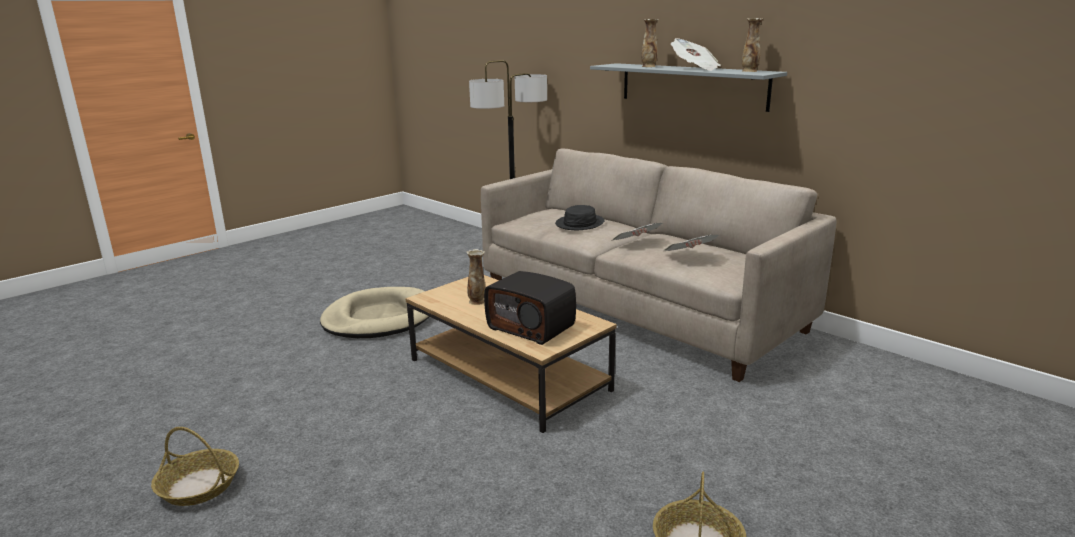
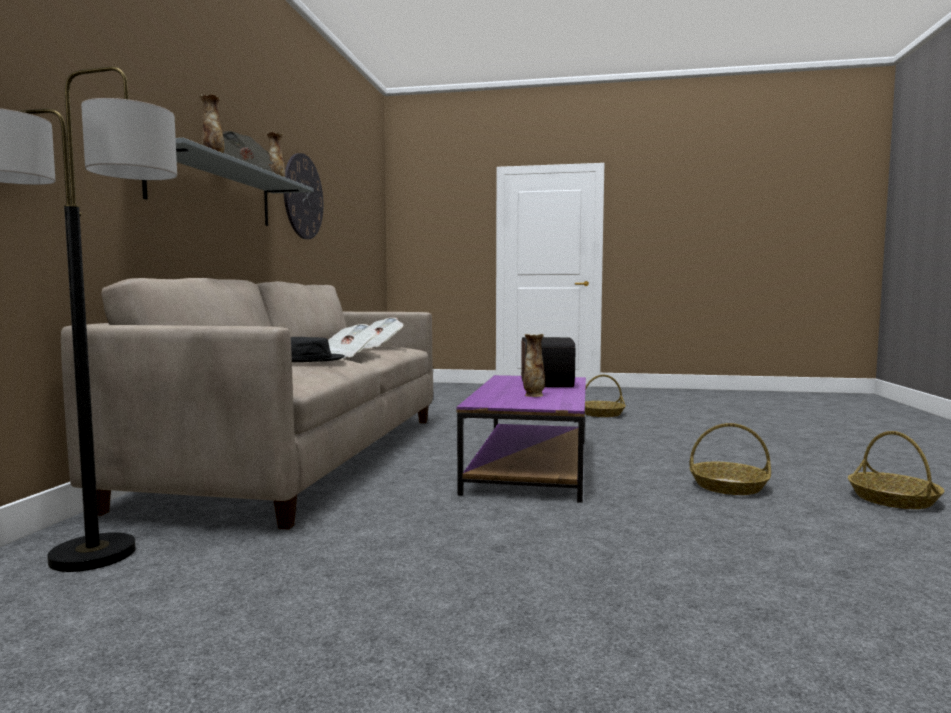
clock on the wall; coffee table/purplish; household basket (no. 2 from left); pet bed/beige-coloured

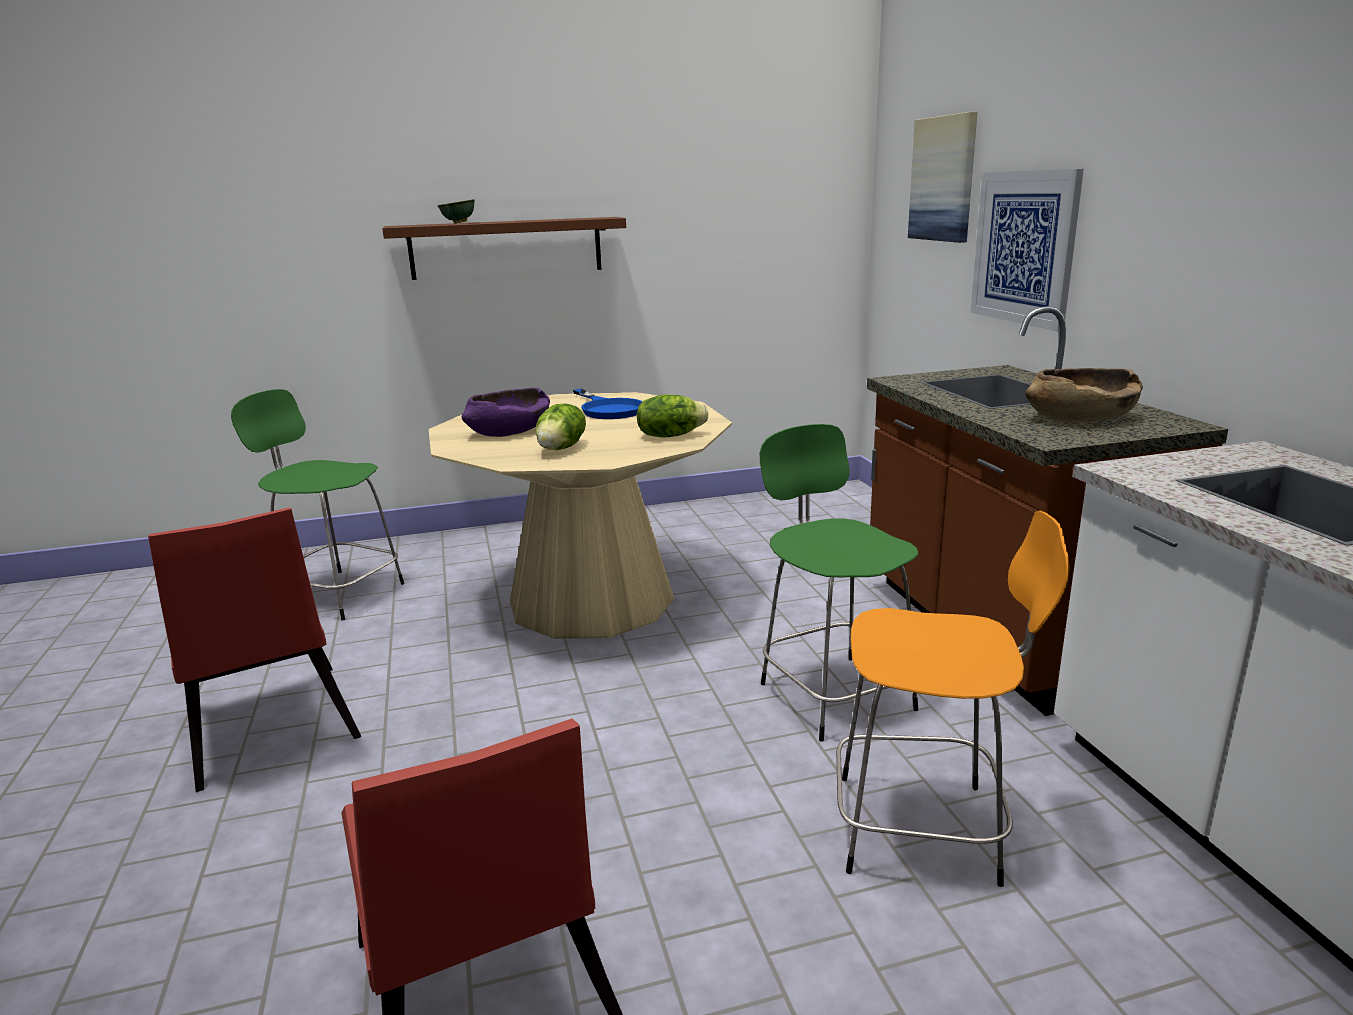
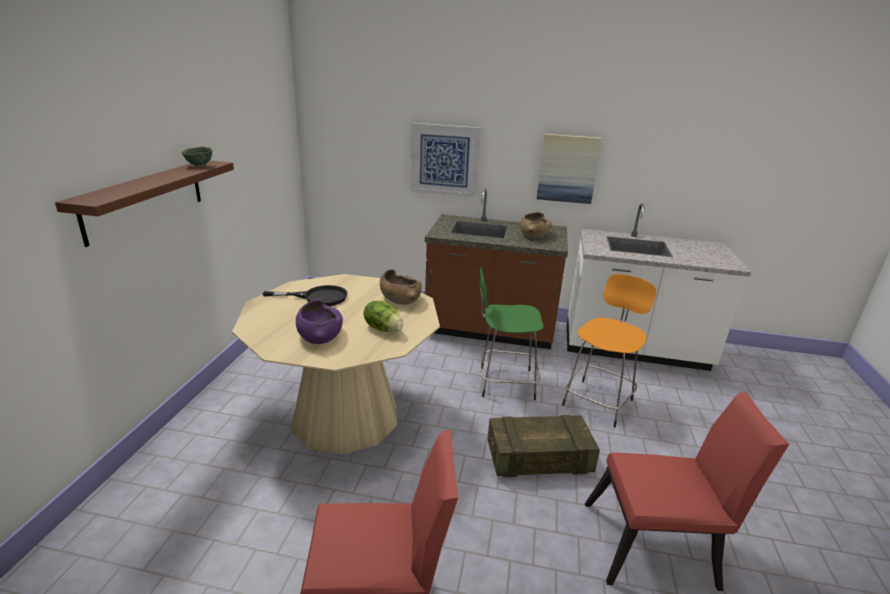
serving bowl/green; pan/black; serving bowl/brownish (no. 1 from left); packing crate; wall picture (no. 2 from left); sitting stool/green (no. 1 from left in the first image)

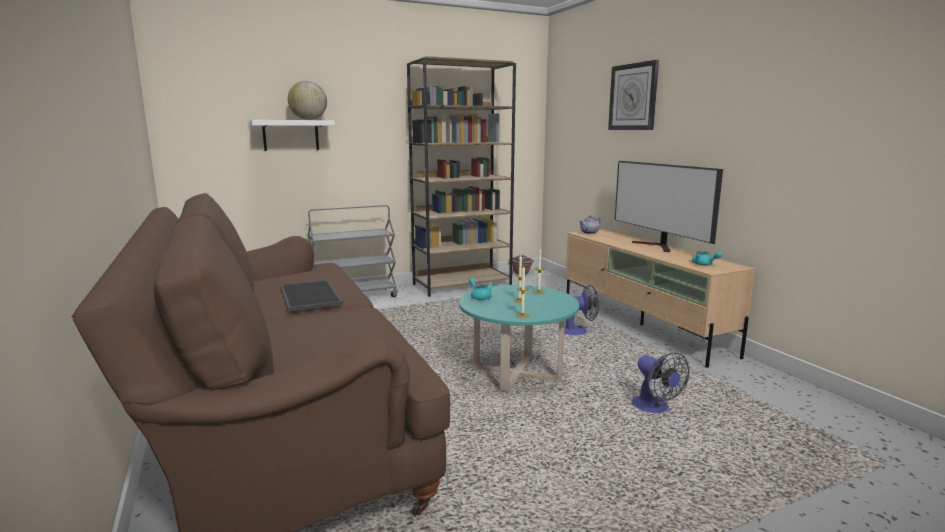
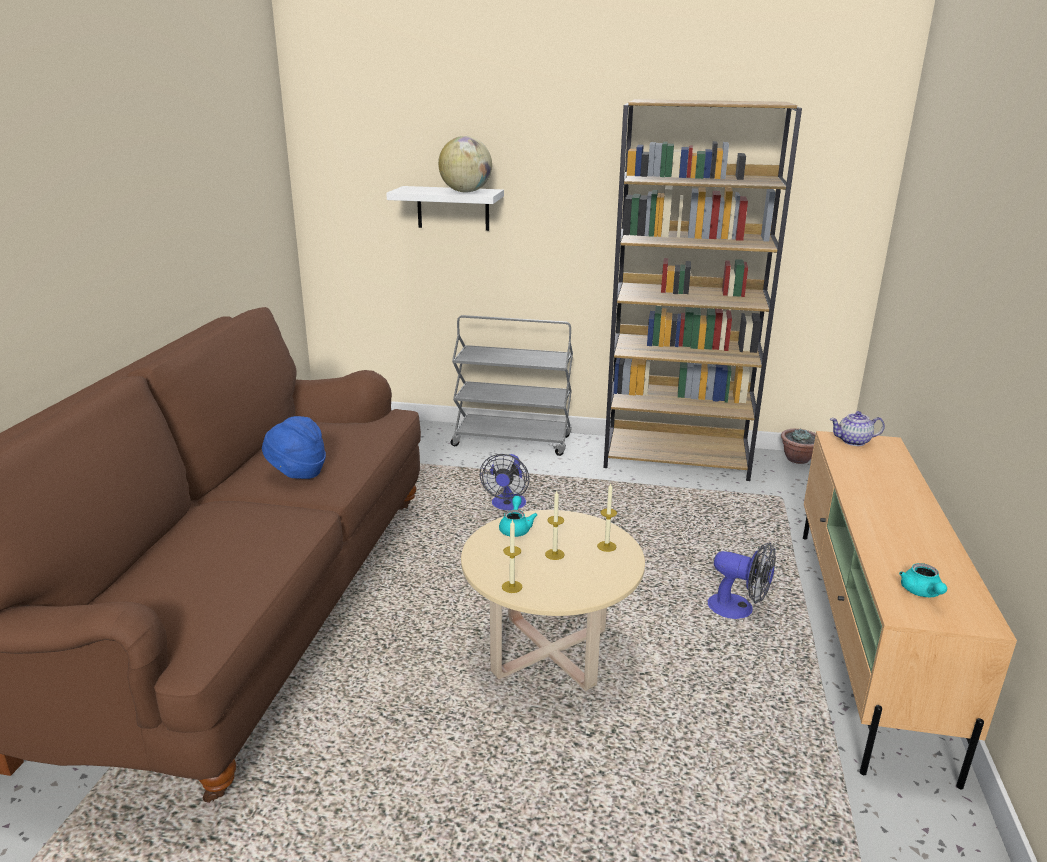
hat/bluish; coffee table/beige-coloured; electric fan (no. 1 from left); clock on the wall; TV set

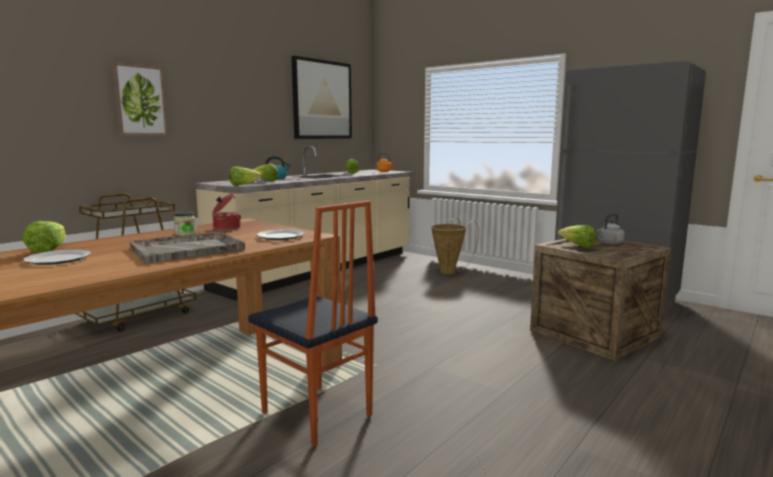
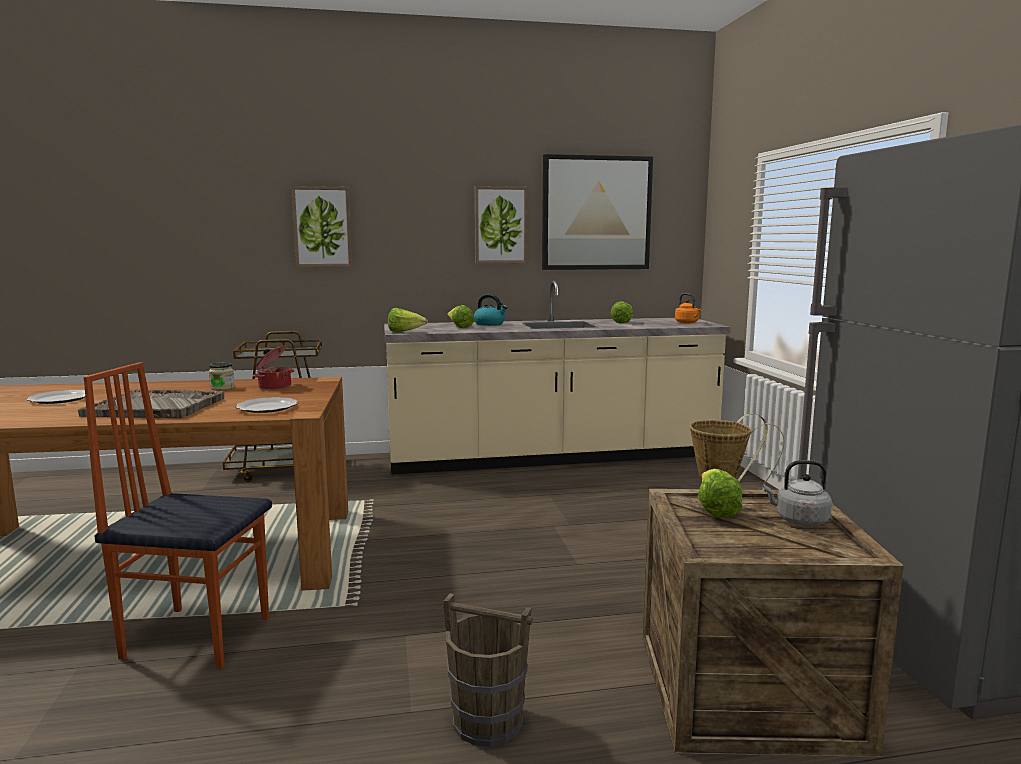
plain chair; bucket/brownish; wall picture (no. 2 from left); lettuce (no. 1 from left in the first image)

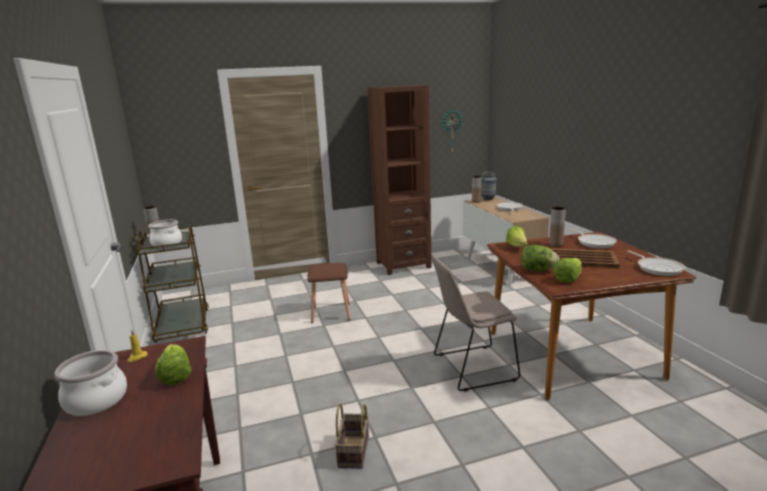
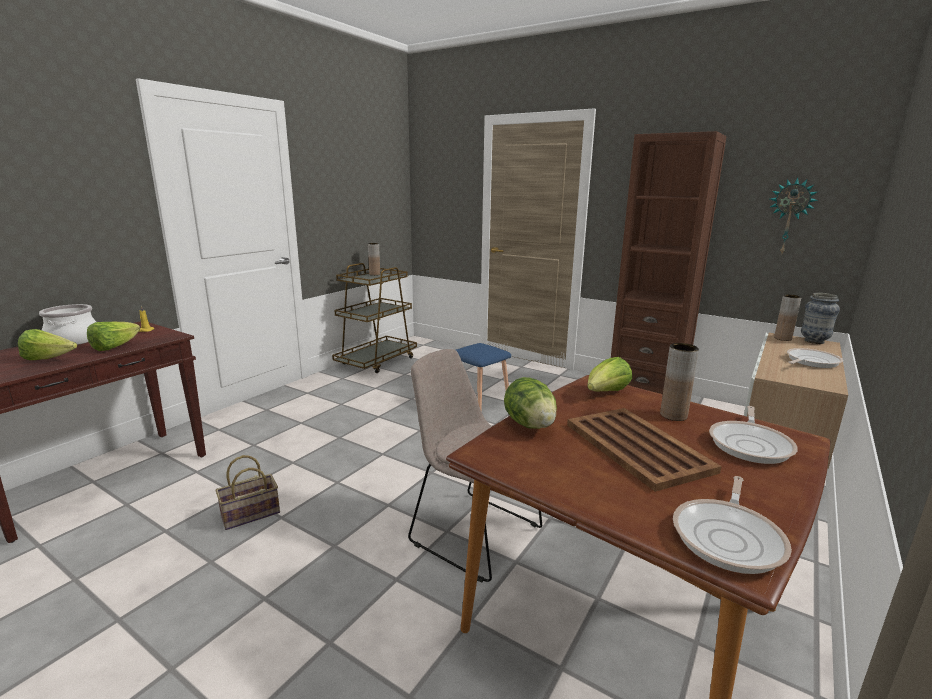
lettuce (no. 1 from left); sitting stool/bluish; stockpot (no. 2 from left in the first image)

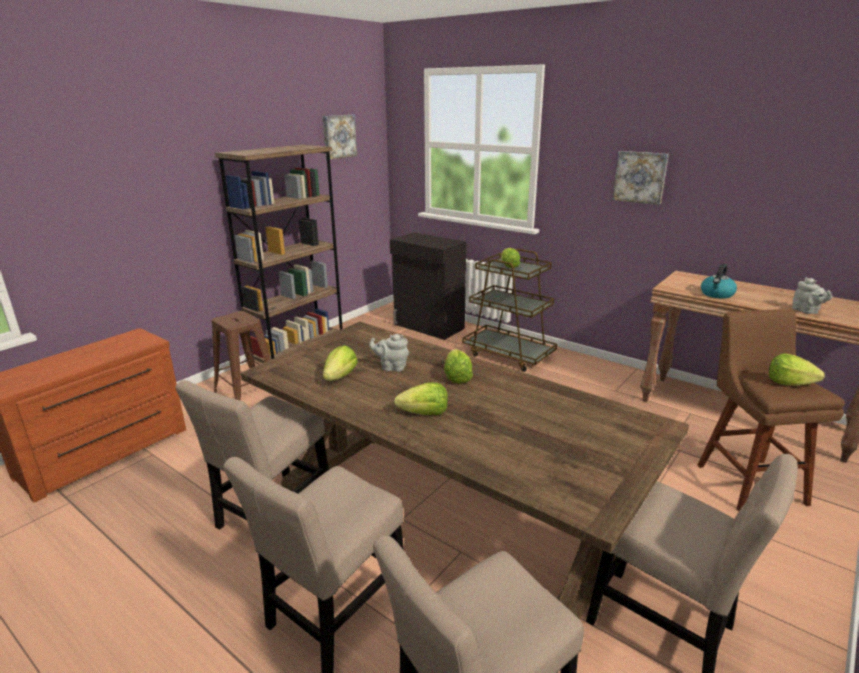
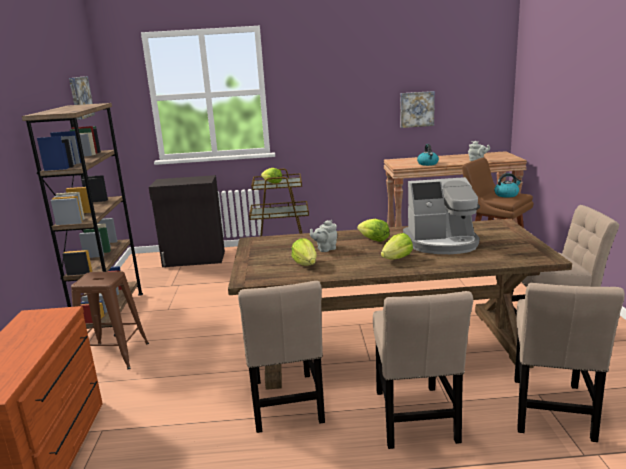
wall picture (no. 2 from left); coffee machine; water kettle (no. 2 from left)

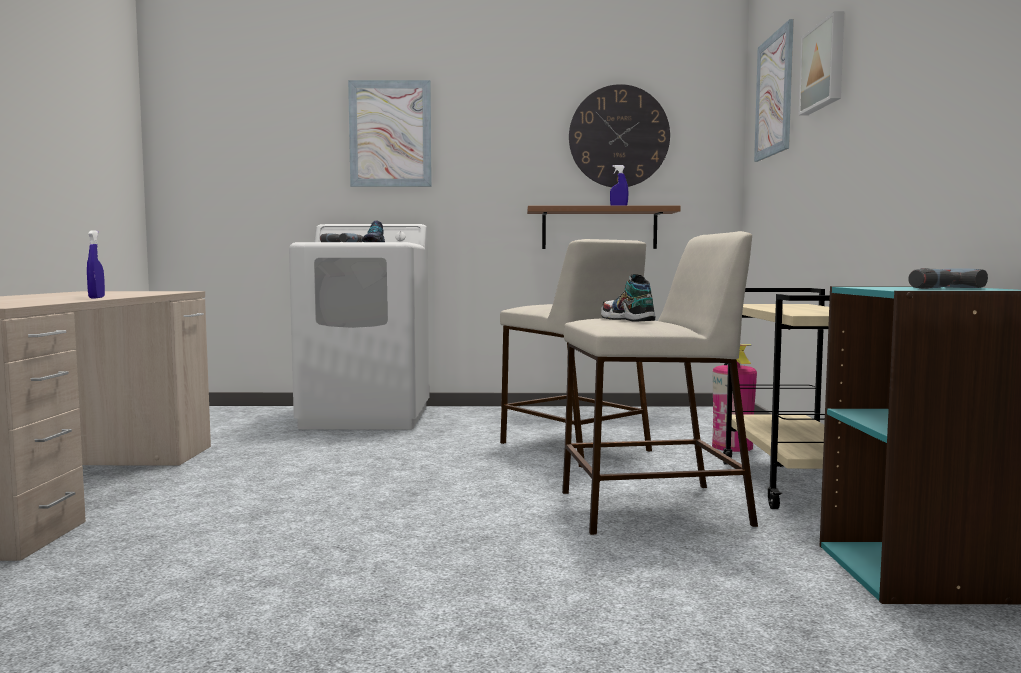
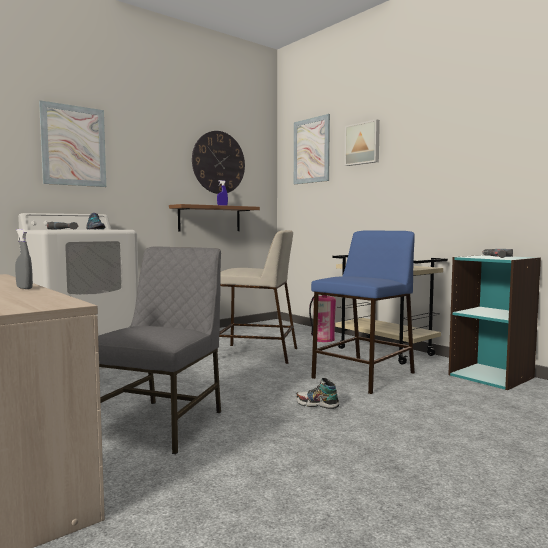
hand sprayer/grey; plain chair/grey; shoe (no. 2 from left); sitting stool/bluish

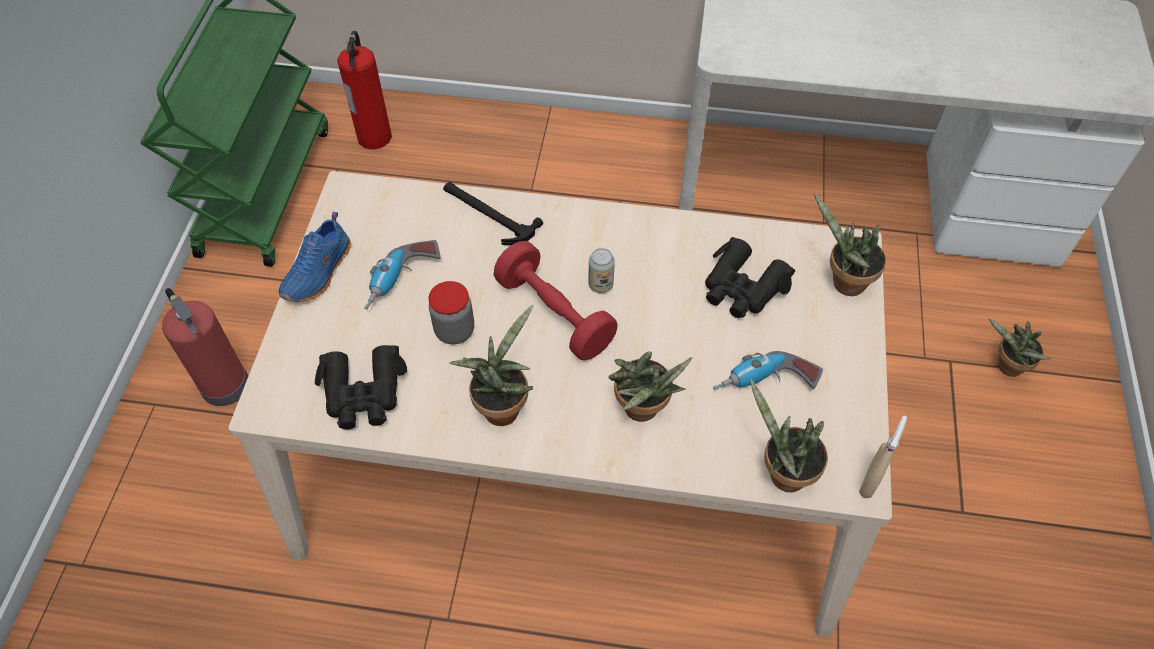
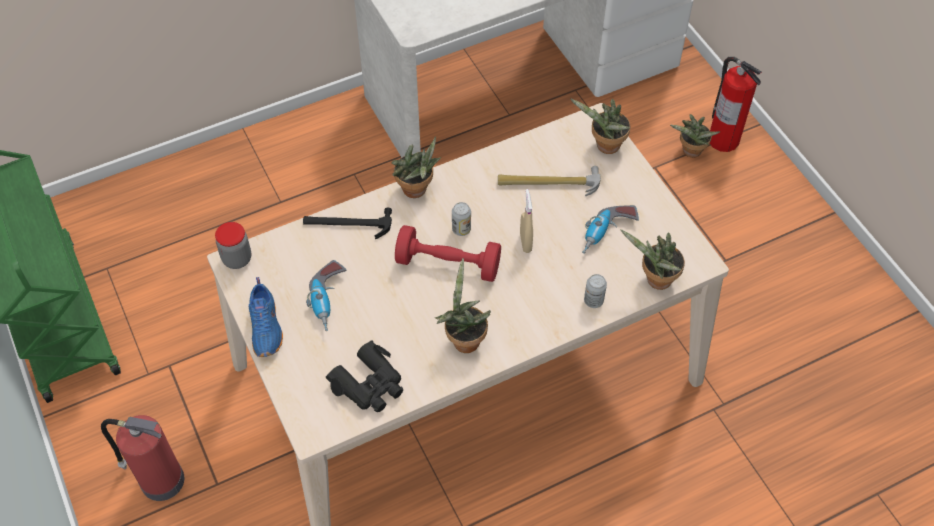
storage jar; plant in a pot (no. 1 from left); hammer (no. 2 from left); hand sprayer/beige-coloured; metal can (no. 2 from left); fire-fighting cylinder (no. 2 from left)

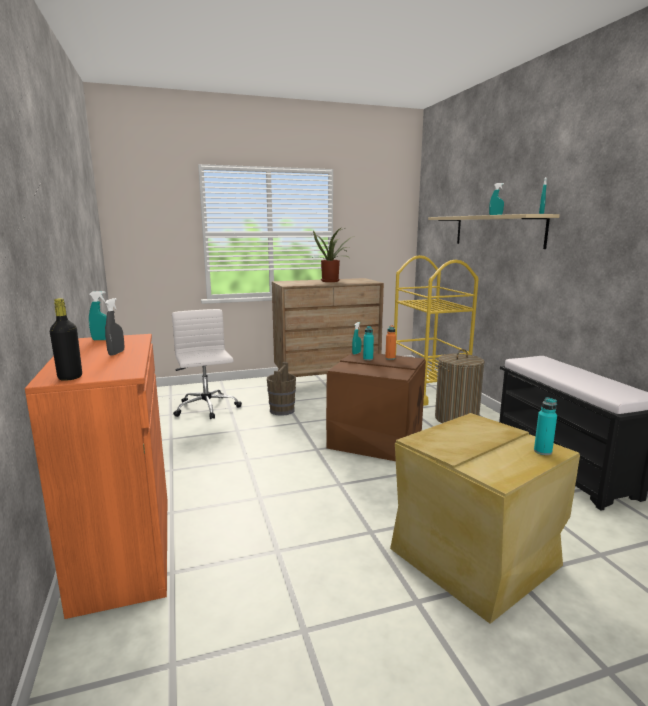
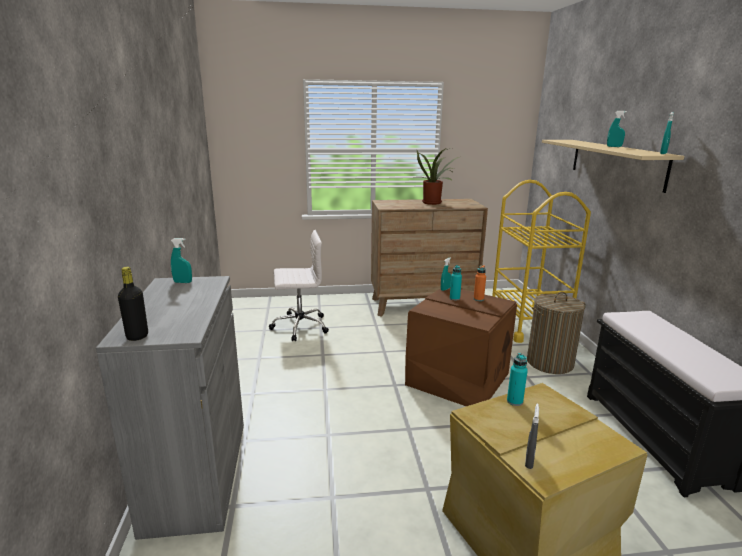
storage cabinet/grey; desk chair/white-coloured; drink bottle/turquoise (no. 2 from left); hand sprayer/grey; bucket/brownish

